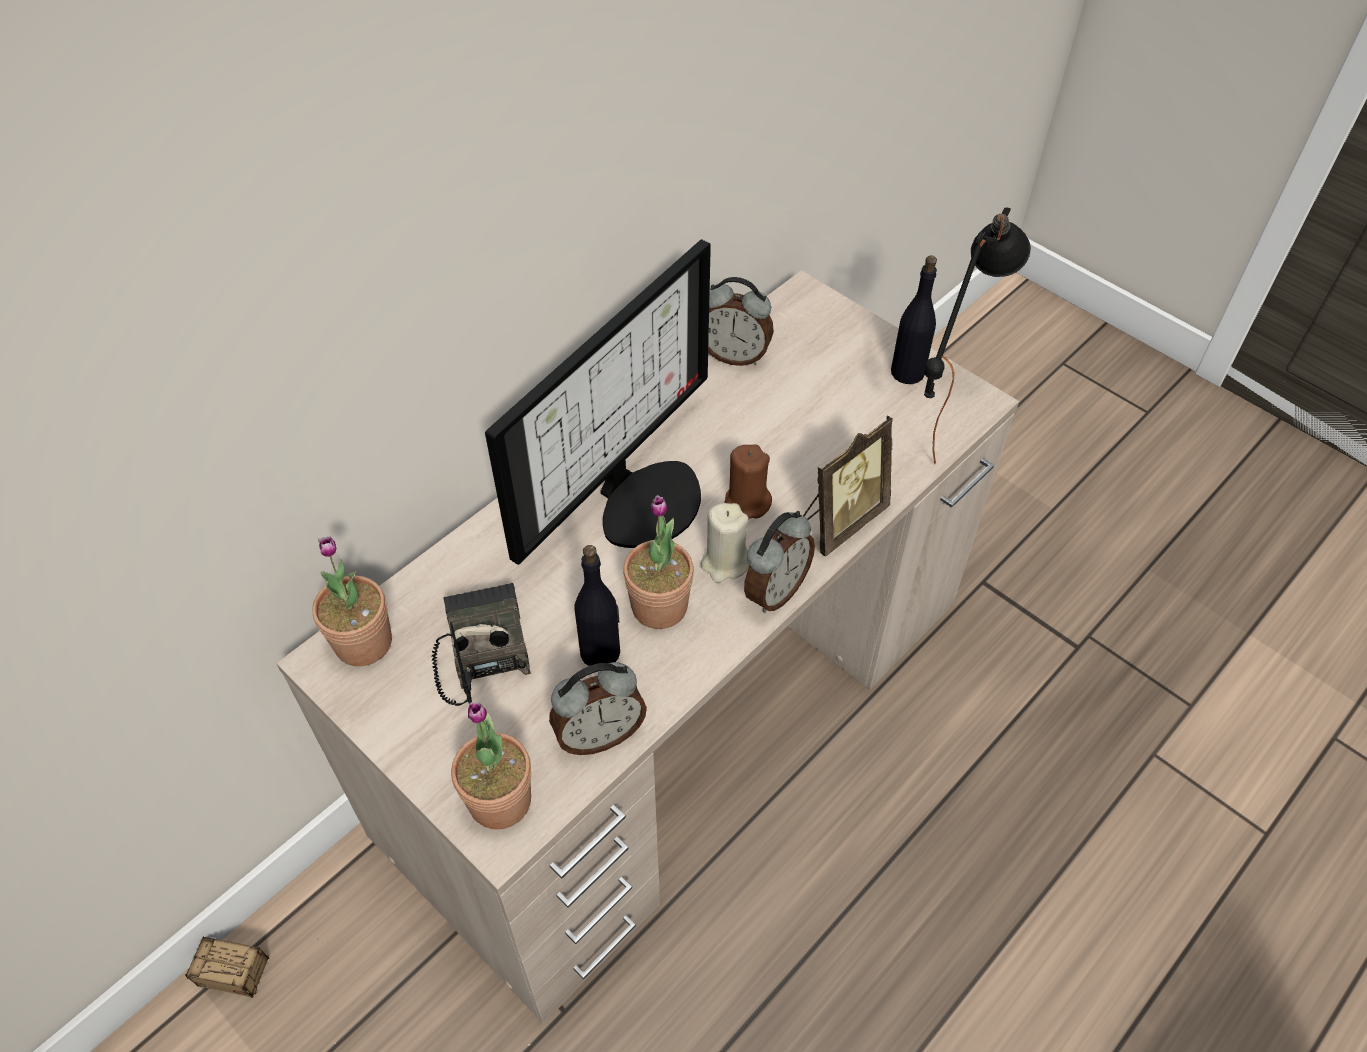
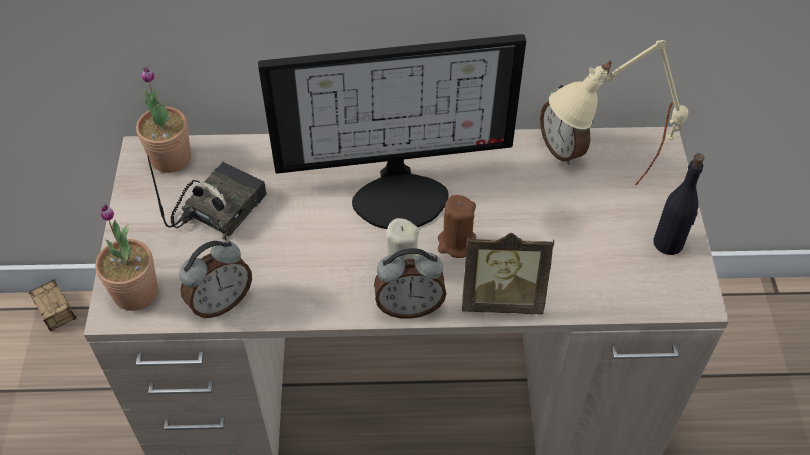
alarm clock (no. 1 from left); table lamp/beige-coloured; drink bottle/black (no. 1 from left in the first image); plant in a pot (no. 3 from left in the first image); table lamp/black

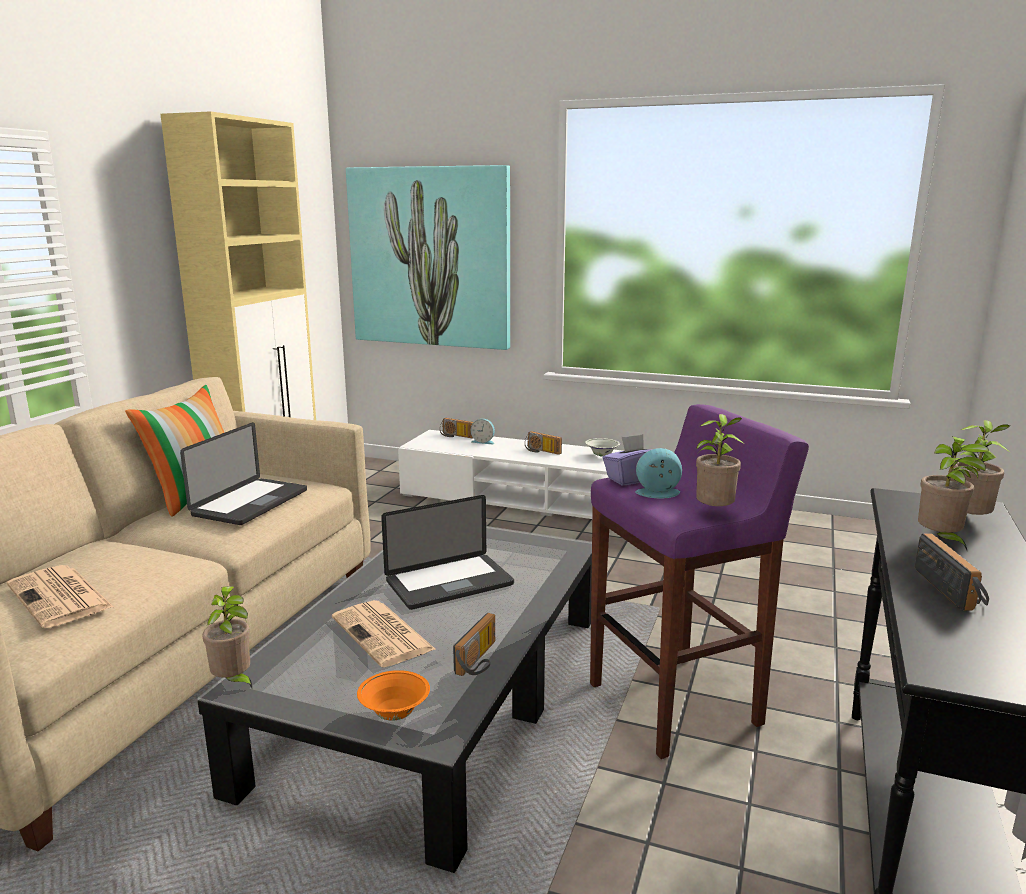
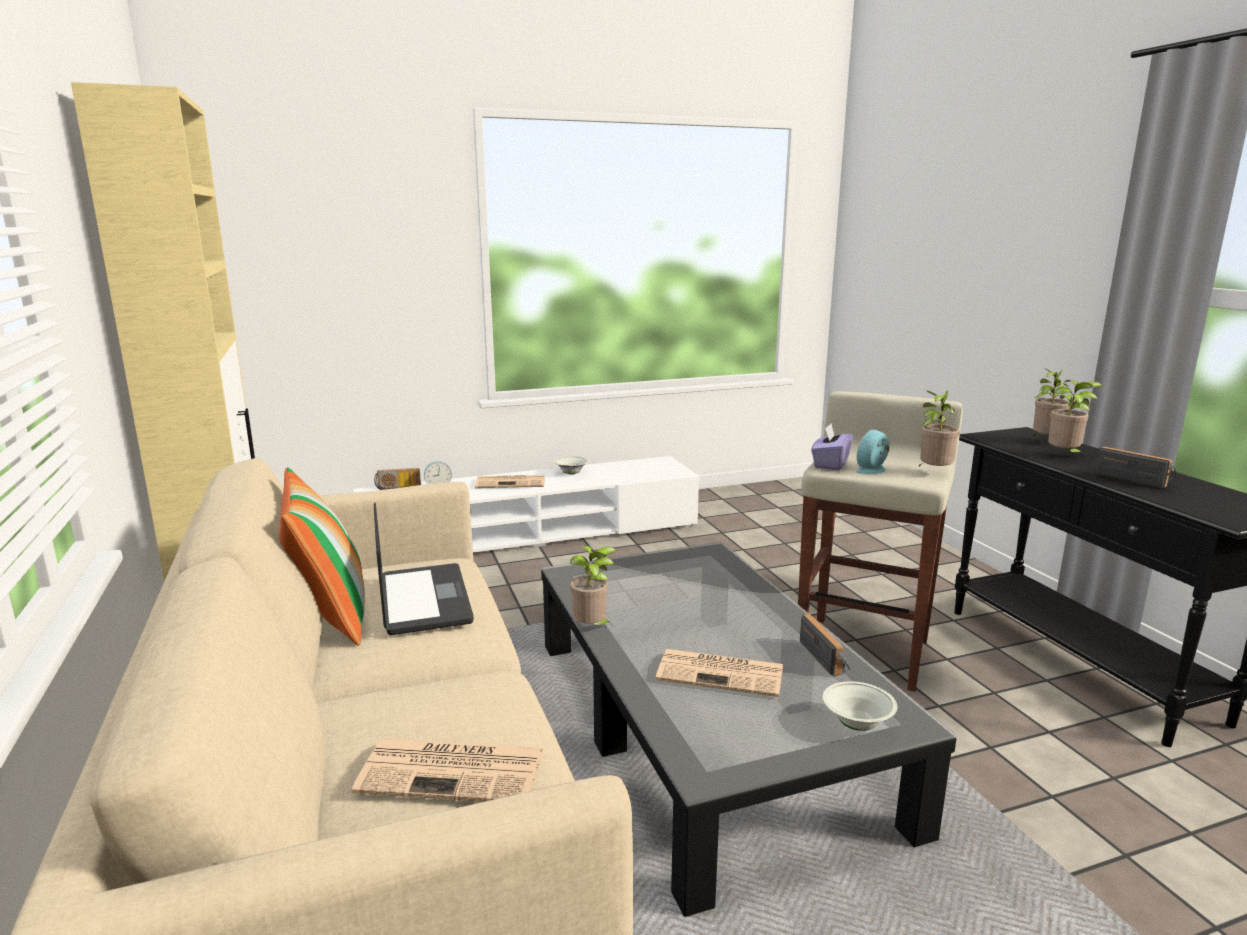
newspaper (no. 2 from left); plant in a pot (no. 1 from left); sitting stool/beige-coloured; serving bowl/white-coloured (no. 2 from left); wall picture; portable computer (no. 2 from left in the first image)

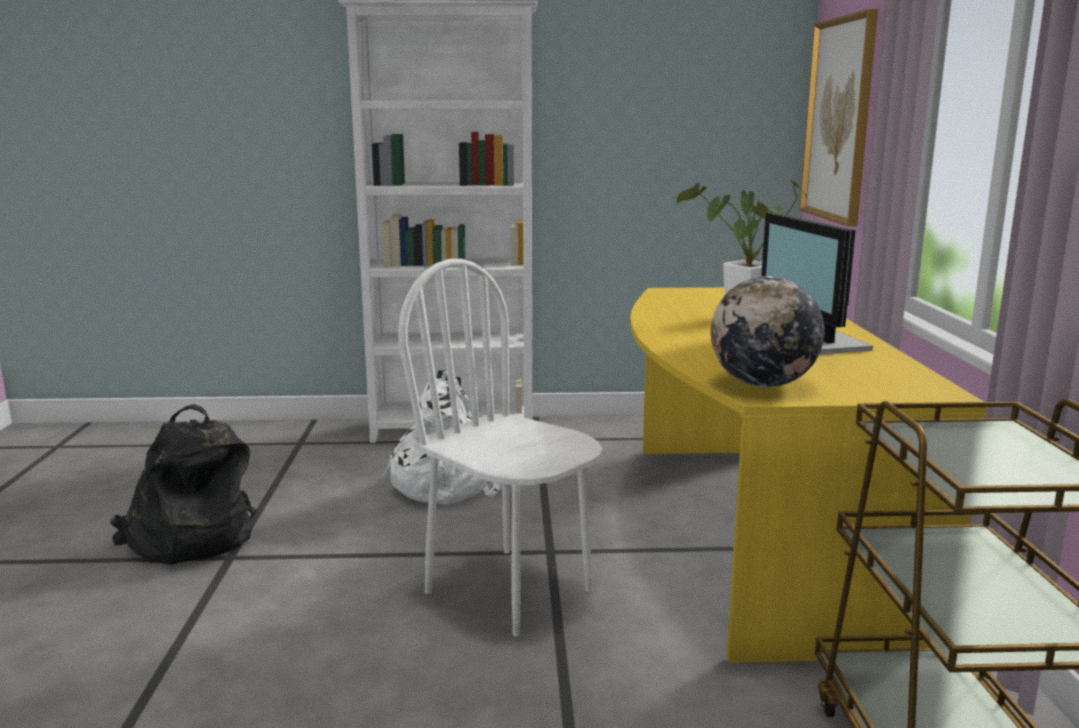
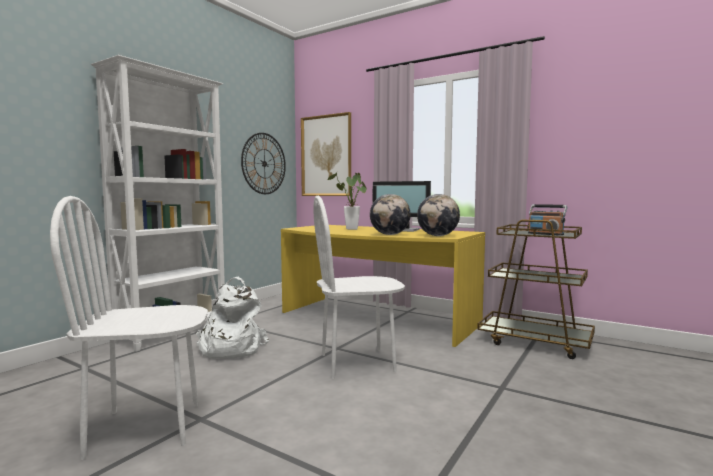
plain chair/white-coloured (no. 1 from left); clock on the wall; desk globe (no. 1 from left); radio

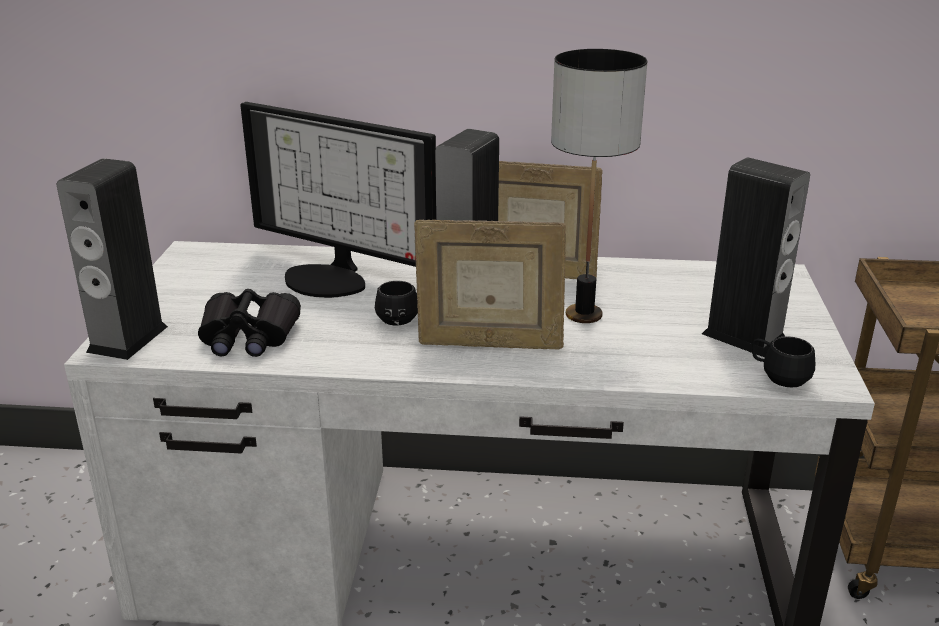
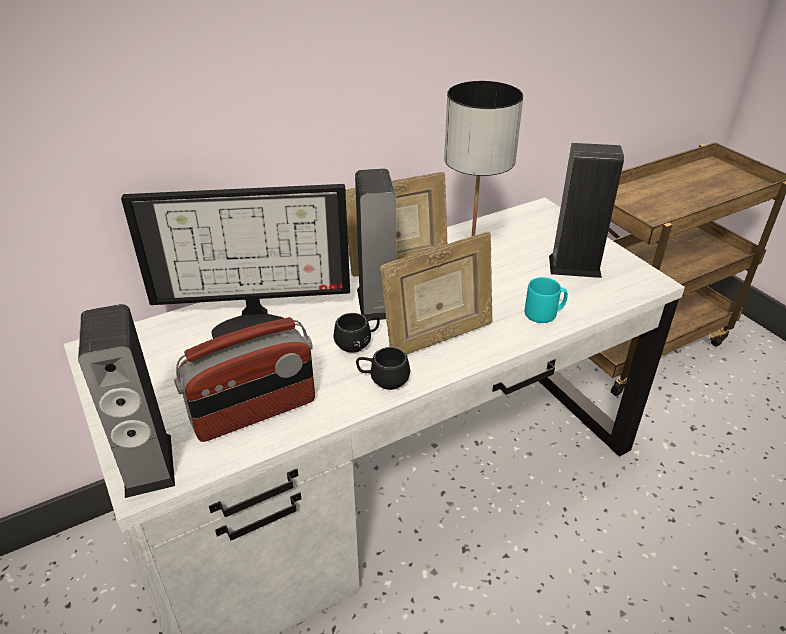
radio; mug/black (no. 2 from left); mug/turquoise

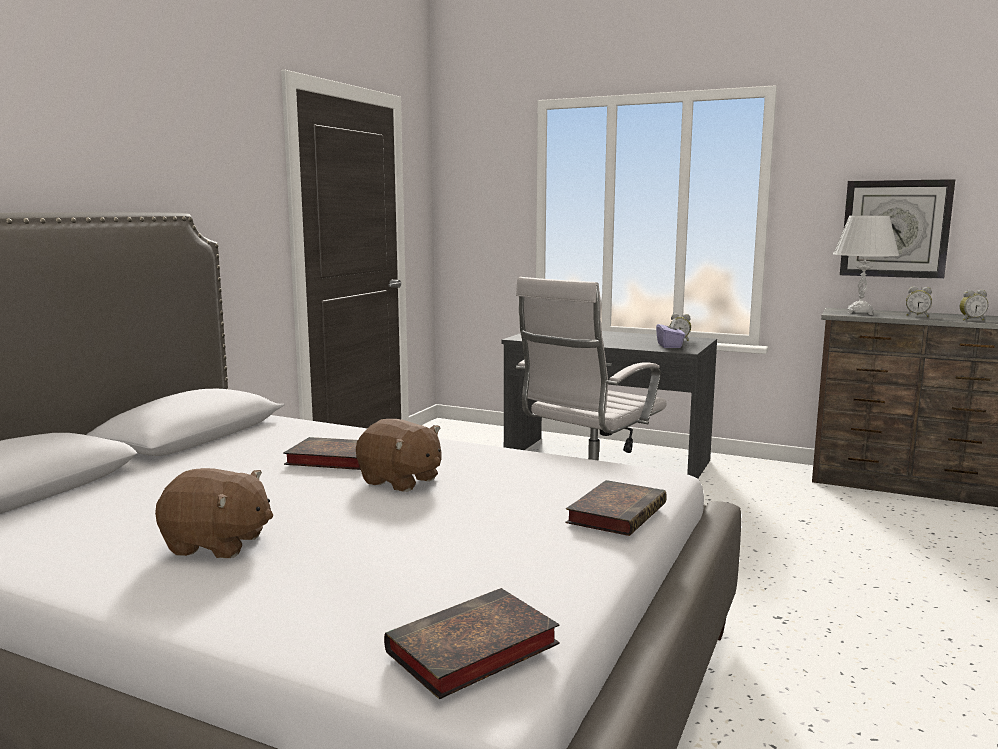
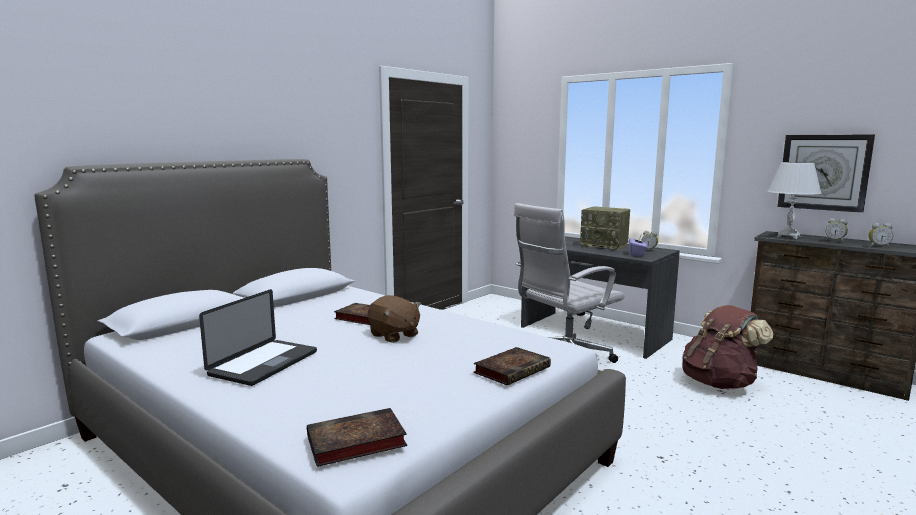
portable computer; radio; backpack/brownish

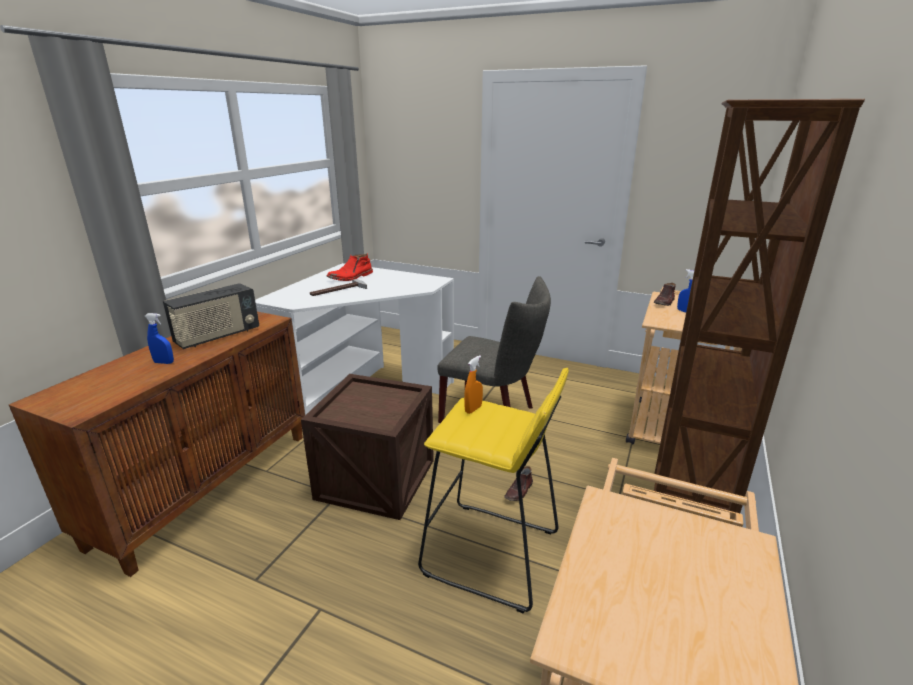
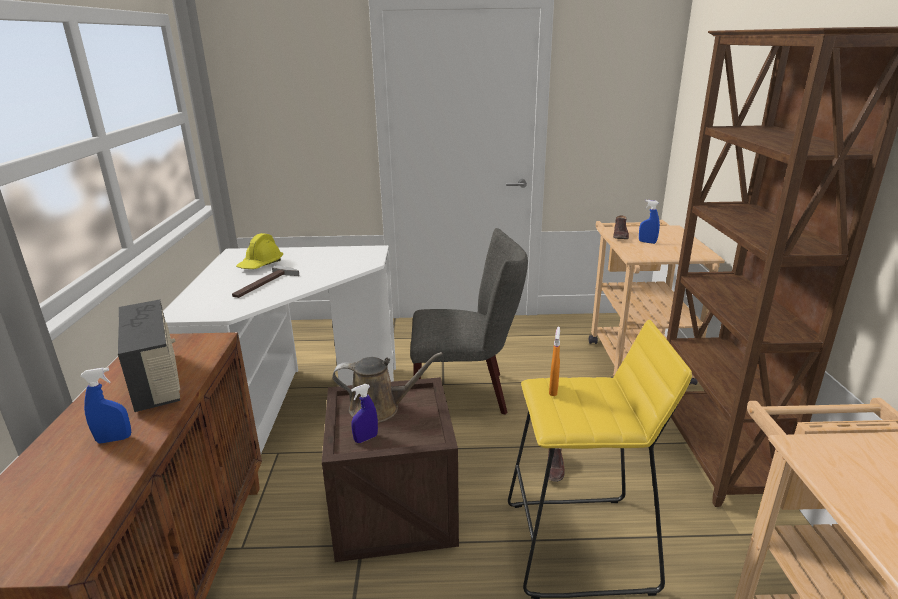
radio; hard hat/yellowish; sprinkling can/brownish; hand sprayer/bluish (no. 2 from left)

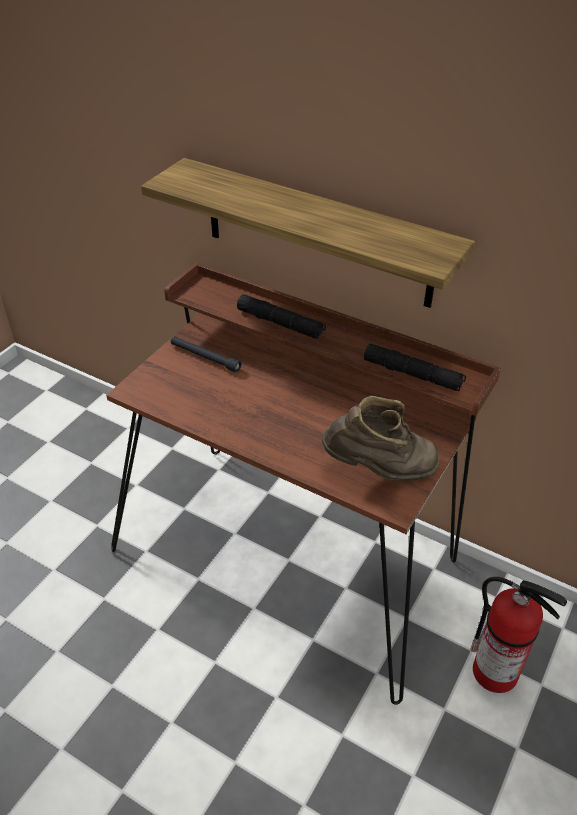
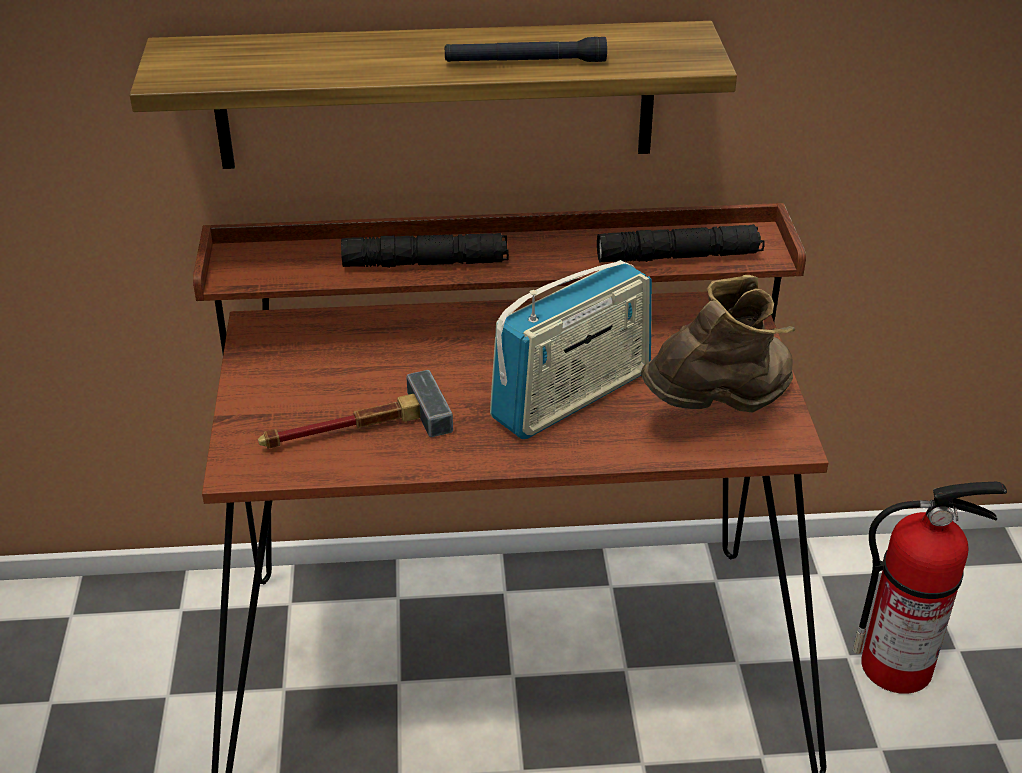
hammer; flashlight/black (no. 2 from left); radio

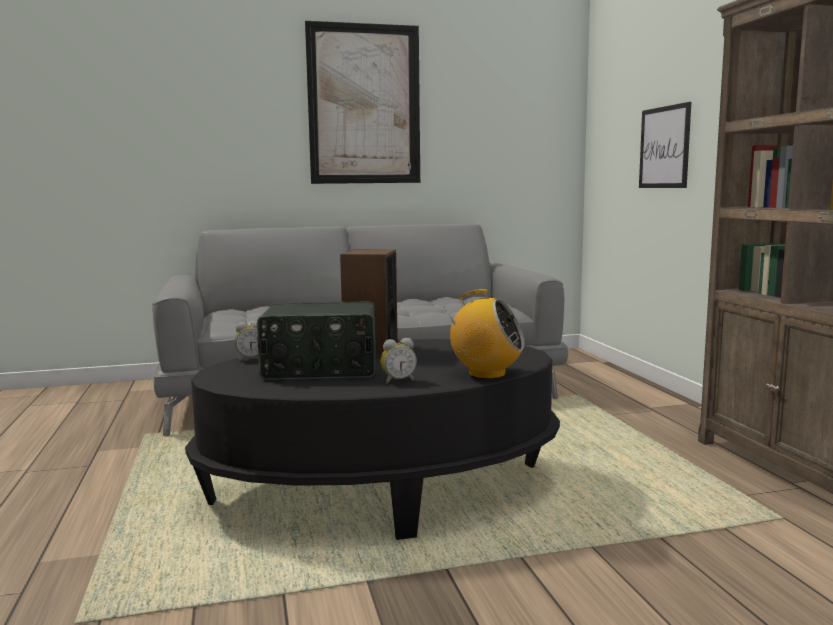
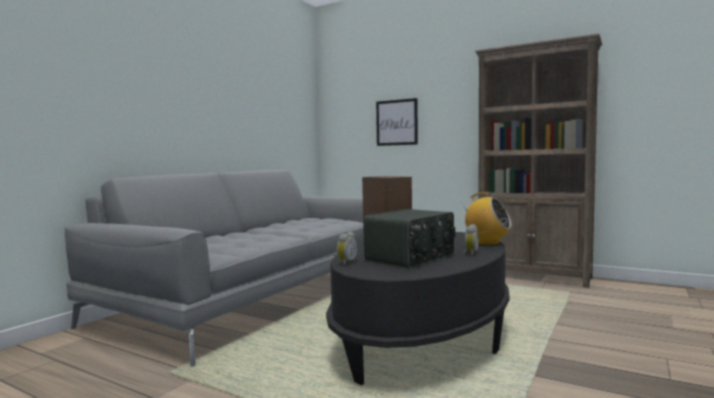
radio (no. 2 from left); wall picture (no. 1 from left in the first image)

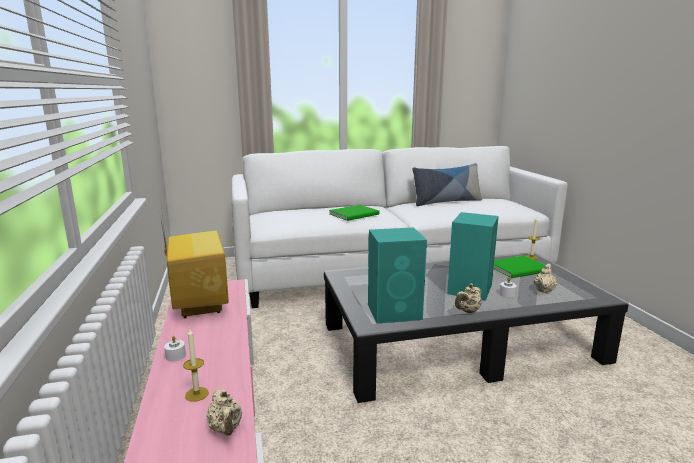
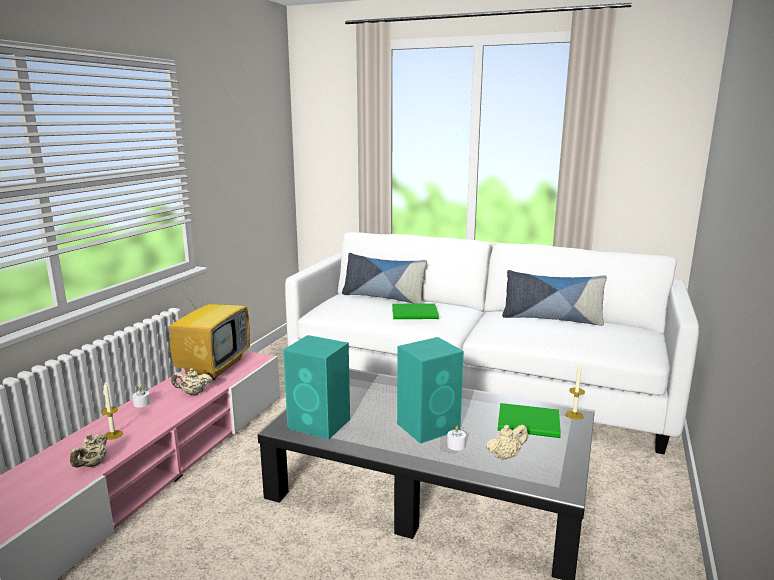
pot for tea/beige-coloured (no. 2 from left); pillow (no. 1 from left)

